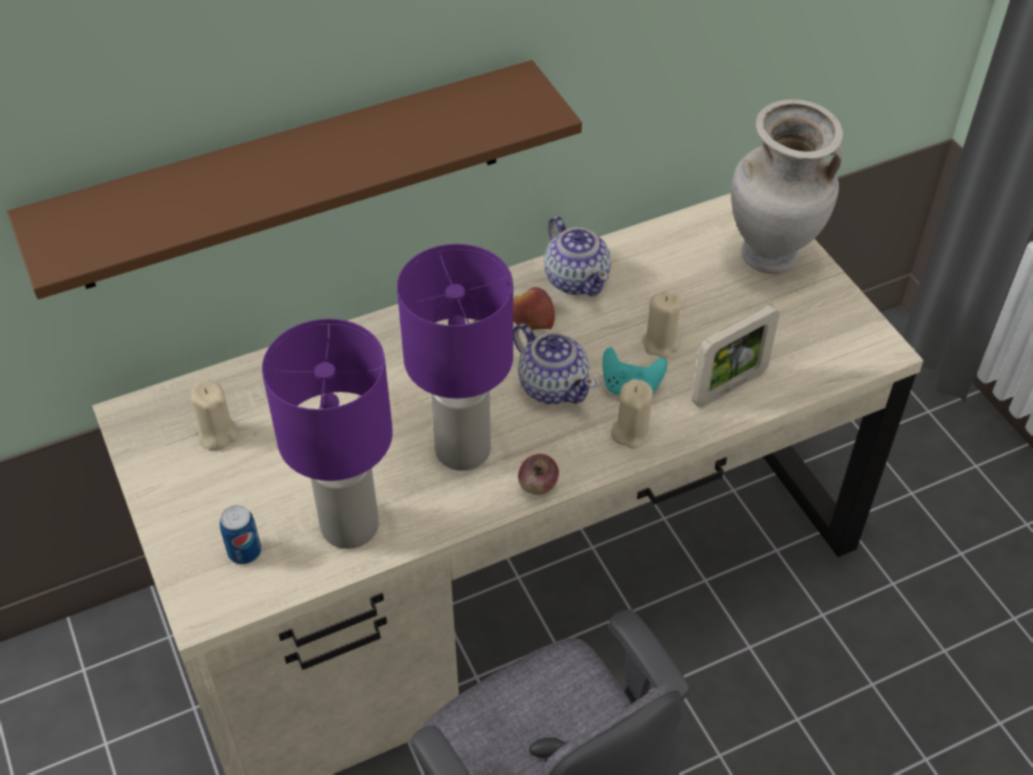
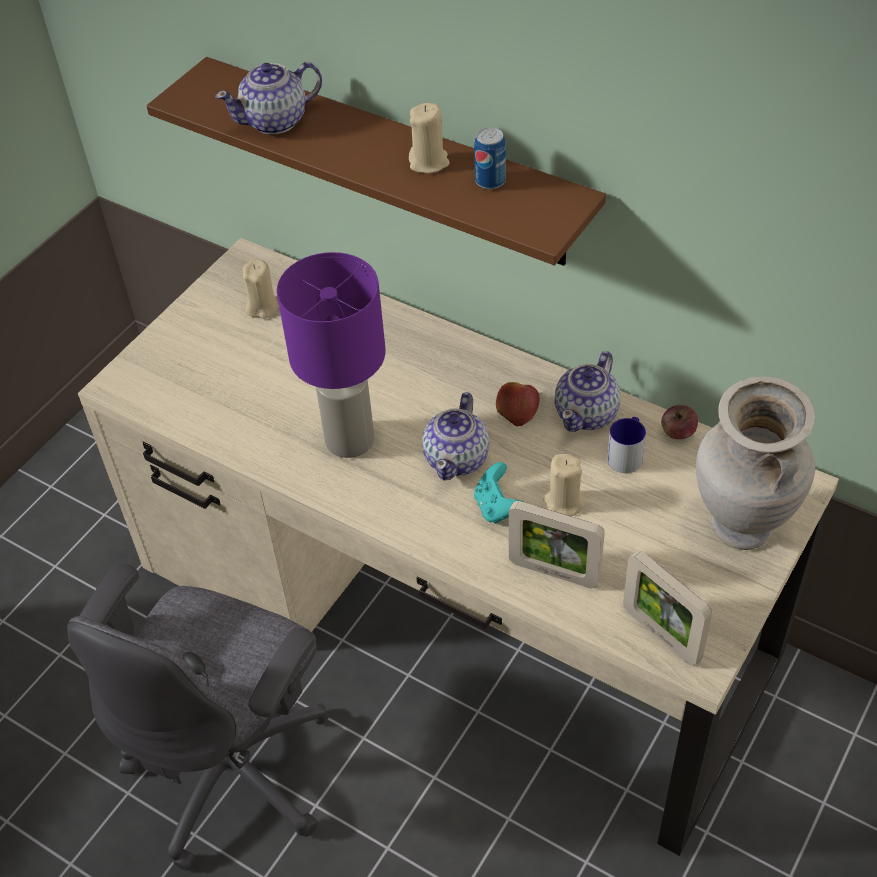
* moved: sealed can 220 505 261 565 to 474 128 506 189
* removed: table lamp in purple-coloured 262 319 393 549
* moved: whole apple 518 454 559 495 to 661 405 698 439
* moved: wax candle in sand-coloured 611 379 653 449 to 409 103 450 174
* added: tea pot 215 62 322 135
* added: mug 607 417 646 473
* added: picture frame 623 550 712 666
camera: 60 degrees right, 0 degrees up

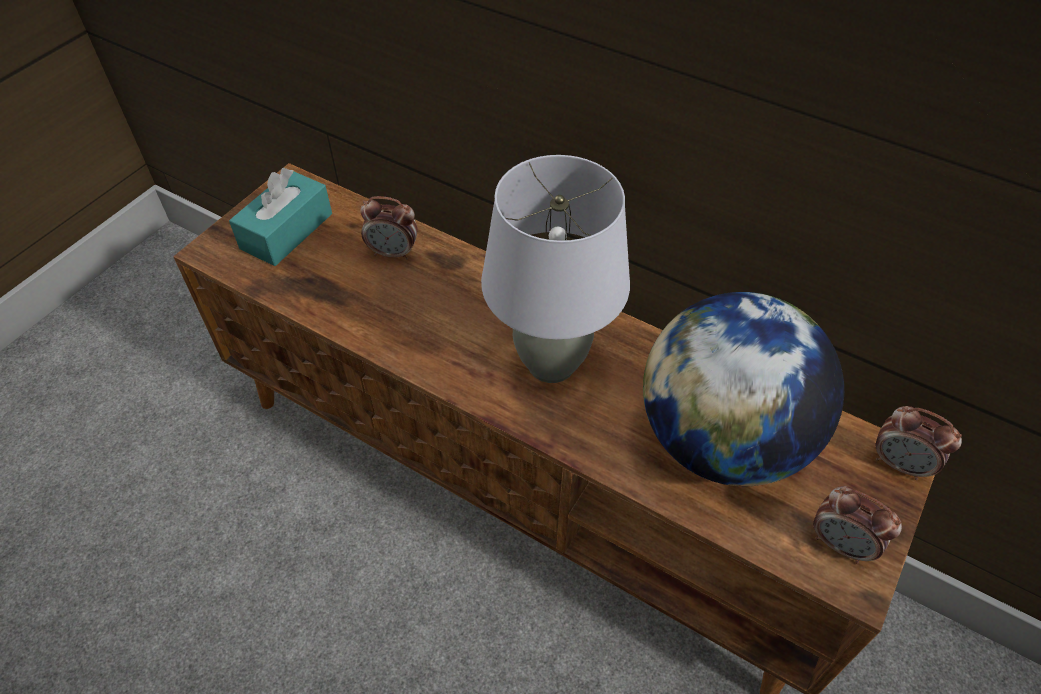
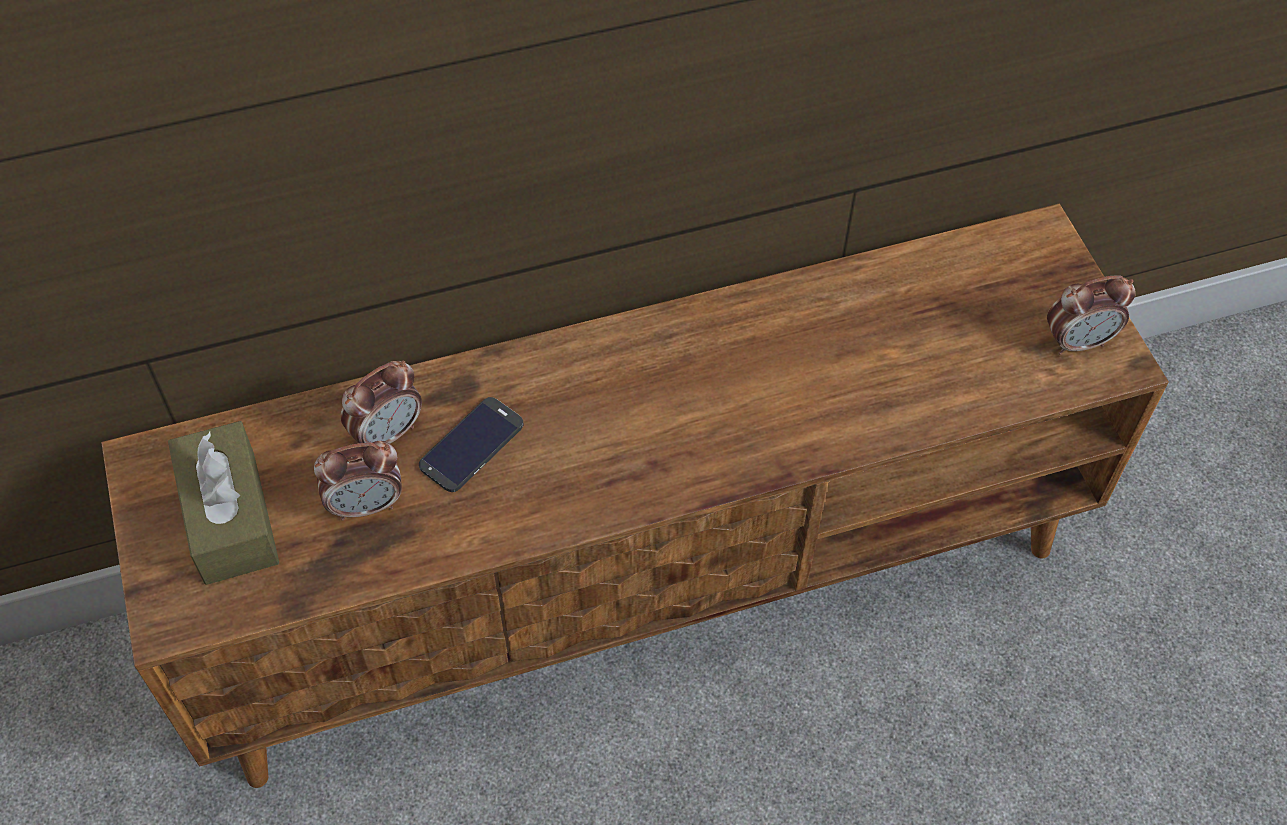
* recoloured: tissue holder in turquoise-coloured 229 168 332 266 to tissue holder in brown-coloured 168 421 279 585
* removed: table lamp in gray 481 155 630 383
* removed: globe 643 292 844 486
* moved: bedside clock 876 406 962 480 to 314 441 402 521
* added: telephone 419 397 524 492
camera: 50 degrees left, 5 degrees up

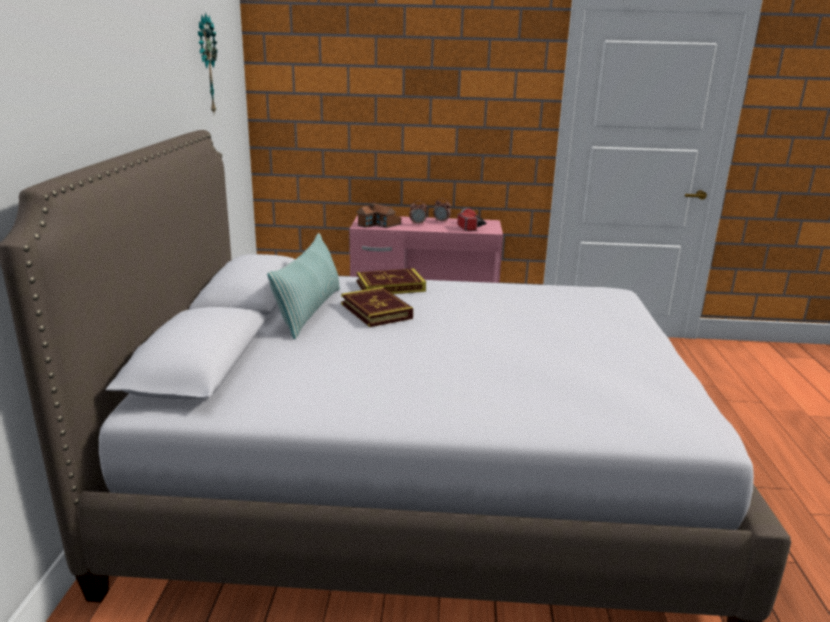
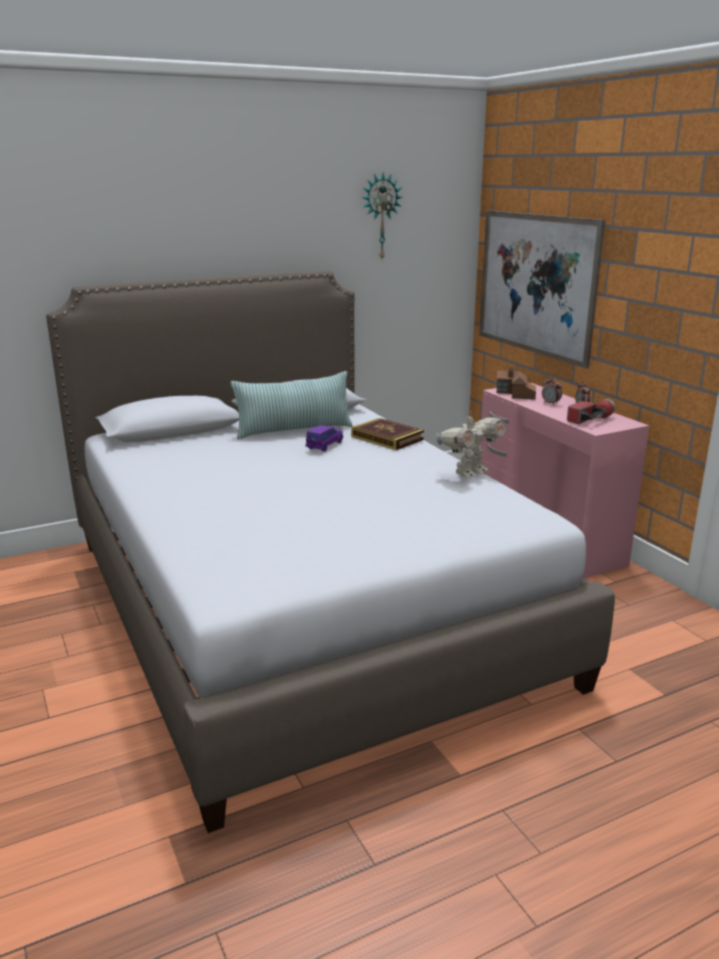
* replaced: bound book 341 287 413 327 to miniature car in purple-coloured 306 425 343 452
* added: robot figure 436 411 506 478
* added: wall art 479 210 605 368
camera: 60 degrees right, 0 degrees up

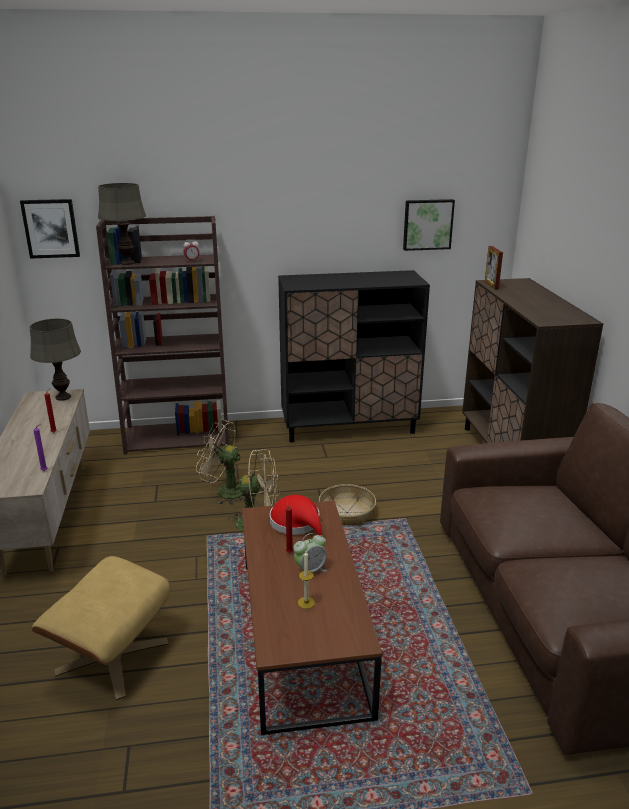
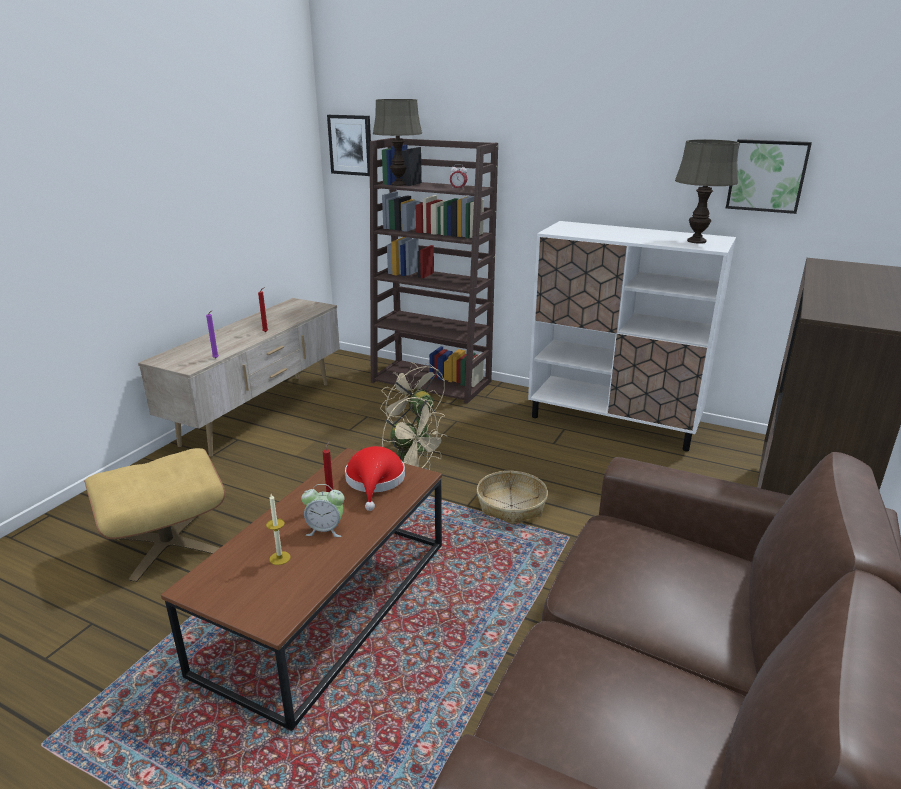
* moved: table lamp in gray 30 318 81 401 to 675 140 739 244
* recoloured: storage cabinet in black-coloured 278 270 430 442 to storage cabinet in white 528 221 736 451
* removed: picture frame 485 246 503 290
camera: 35 degrees right, 0 degrees up

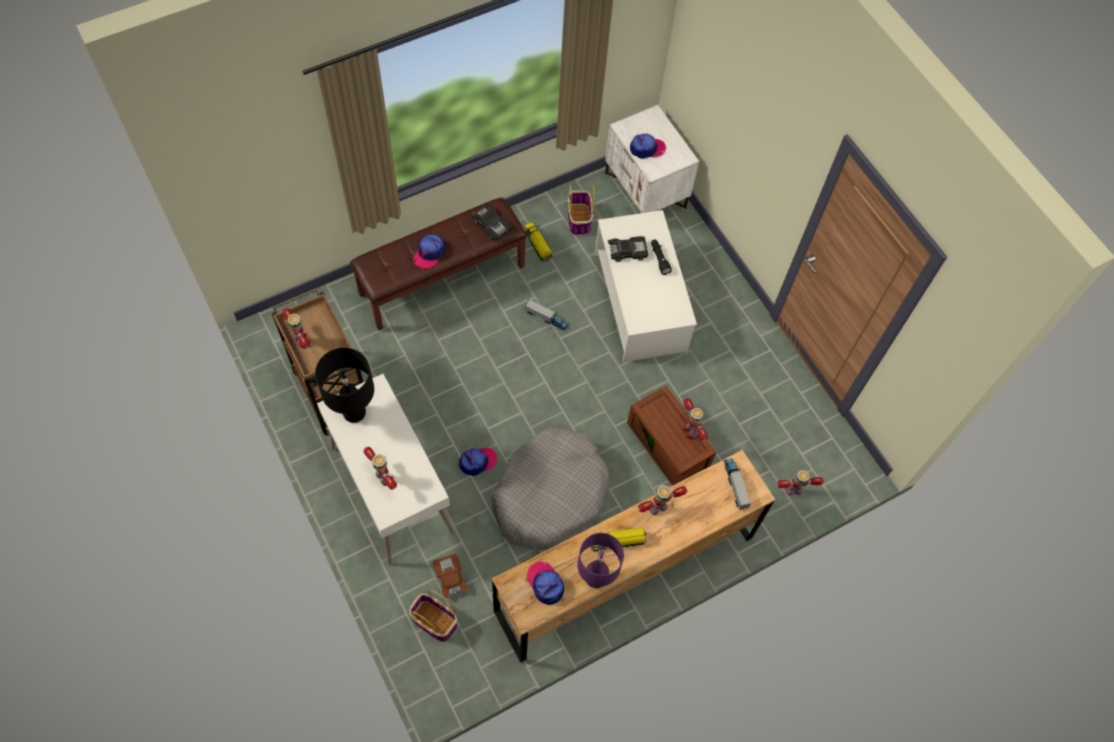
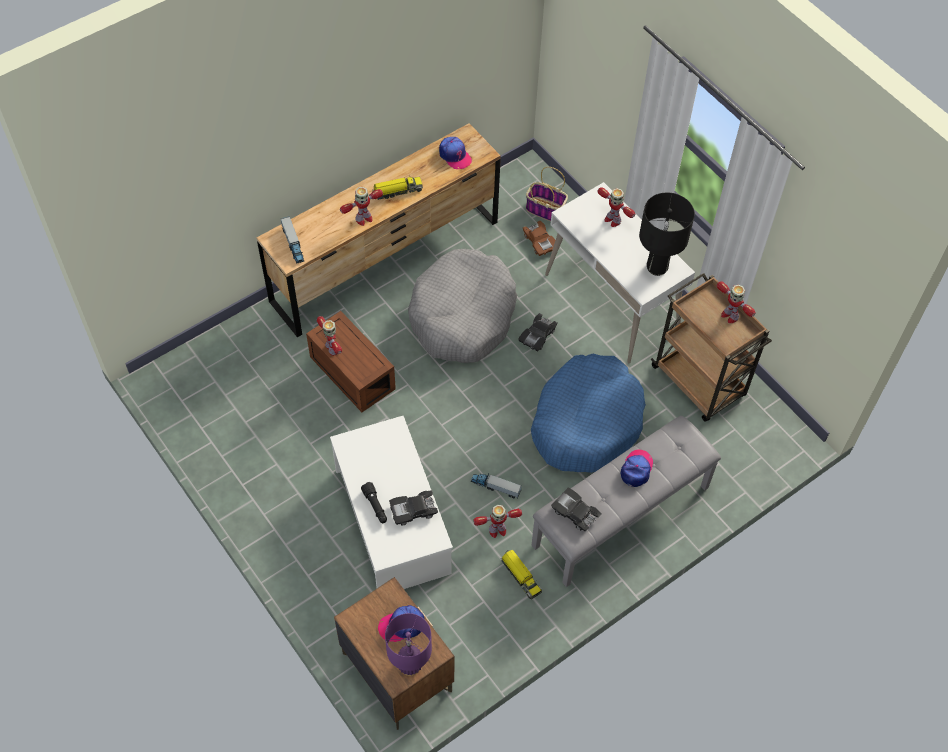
* recoloured: indoor bench in brown-coloured 350 198 527 330 to indoor bench in gray 532 416 721 587
* replaced: peaked cap 459 448 497 476 to miniature car in black-coloured 518 313 558 351
* removed: storage basket 568 184 595 235
* moved: table lamp in purple-coloured 577 533 624 588 to 385 613 432 676
* recoloured: night table in white 605 105 699 213 to night table in brown-coloured 334 577 455 730
* moved: robot figure 777 470 824 495 to 473 505 522 538
* added: dog bed in bluish 531 354 646 473
camera: 175 degrees right, 5 degrees down

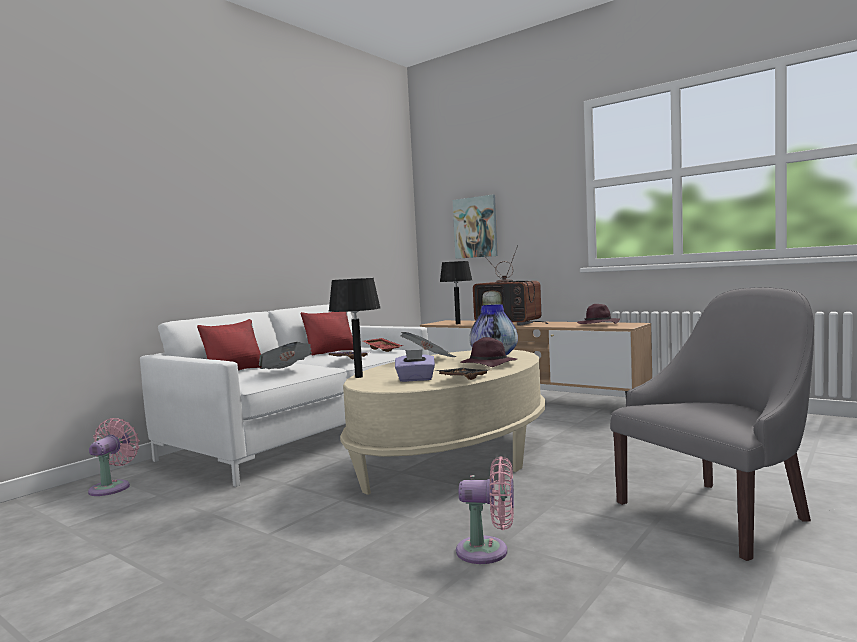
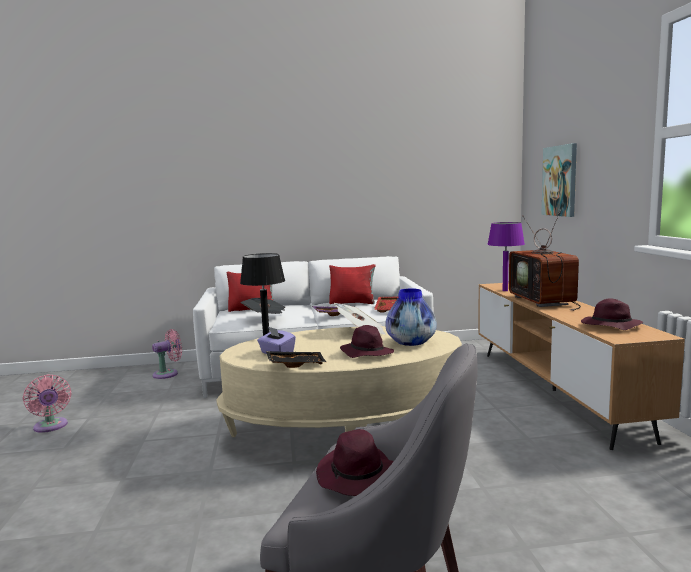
* recoloured: table lamp in black-coloured 440 261 472 324 to table lamp in purple-coloured 487 222 525 291
* moved: electric fan in pink-coloured 456 456 514 564 to 23 374 72 433
* added: hat in purple-coloured 316 429 394 496
camera: 45 degrees right, 5 degrees up

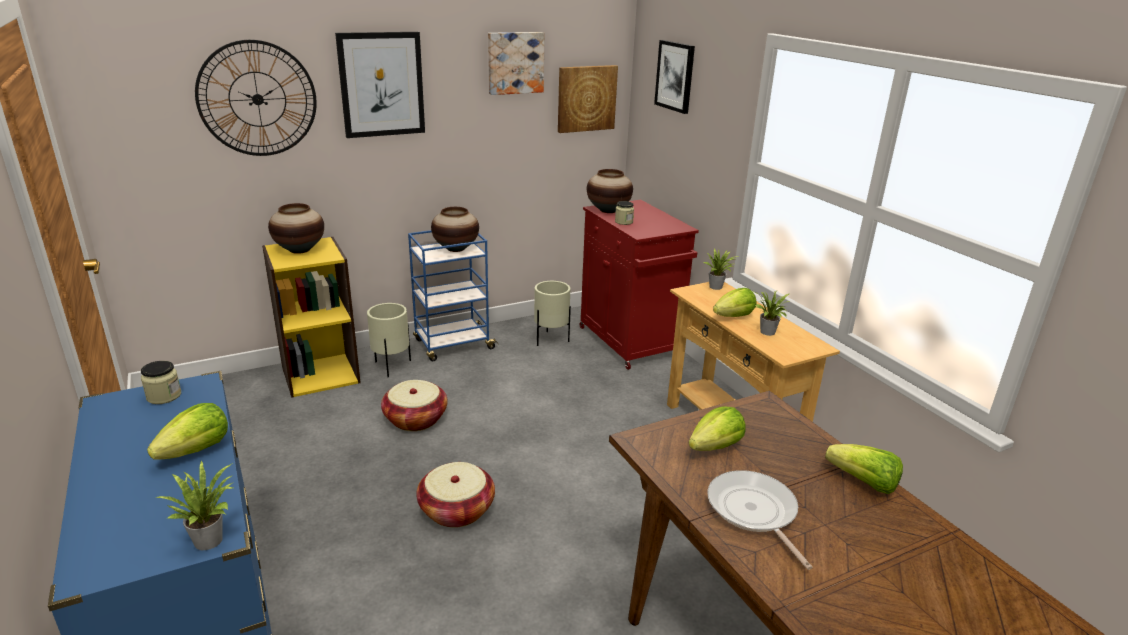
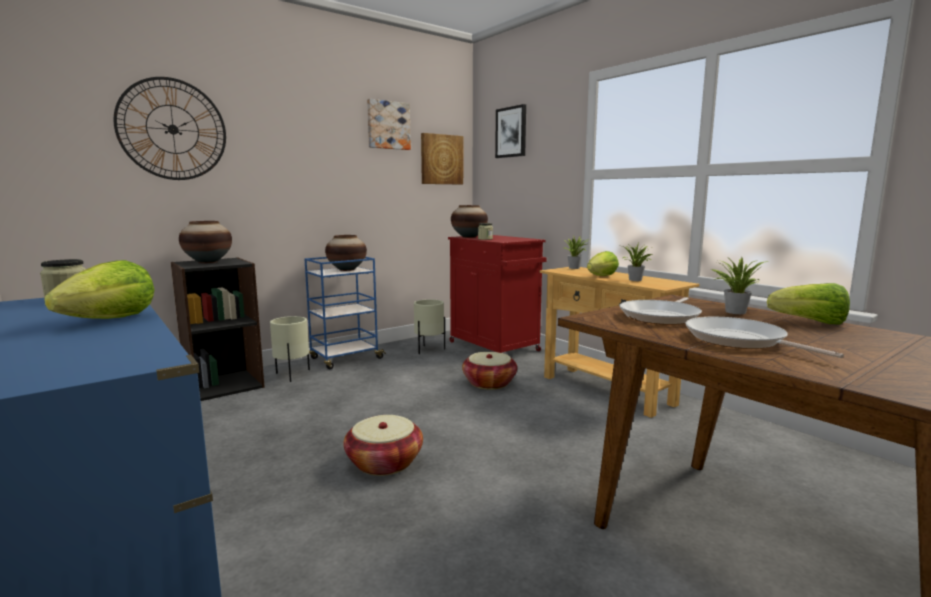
* moved: houseplant 155 460 233 550 to 711 257 770 314
* recoloured: bookcase in yellow-coloured 262 237 361 398 to bookcase in black-coloured 171 257 265 401
* removed: wall art 335 32 425 138
* moved: storage basket 381 380 448 431 to 462 352 517 390
* replaced: lettuce head 689 406 746 451 to pan 619 297 702 325
camera: 10 degrees left, 15 degrees down

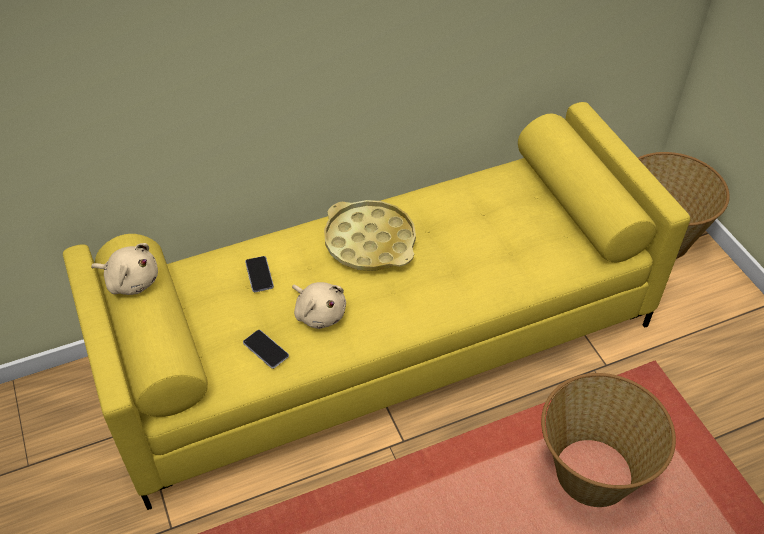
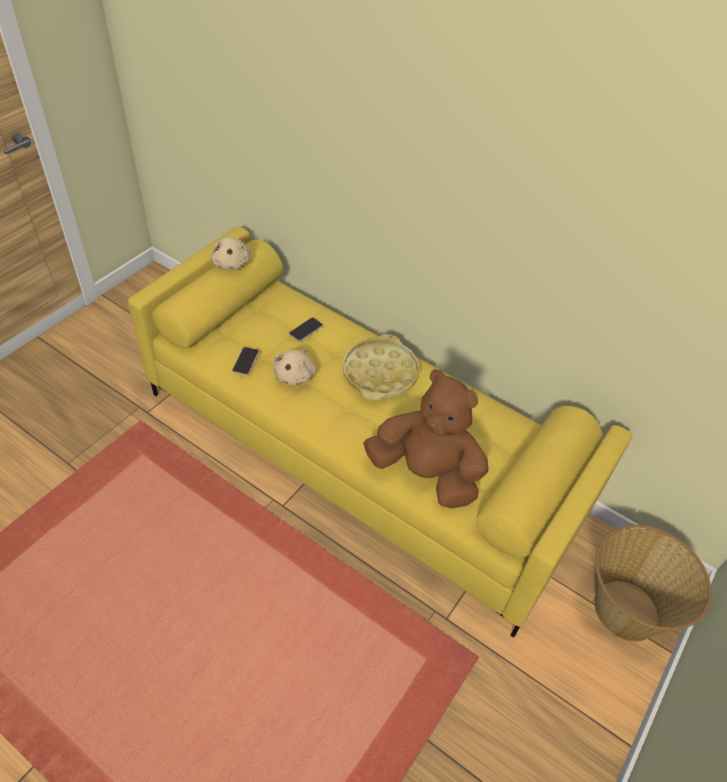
* removed: storage basket 541 373 676 507
* added: soft toy in brown-coloured 363 369 489 508
camera: 55 degrees right, 0 degrees up

